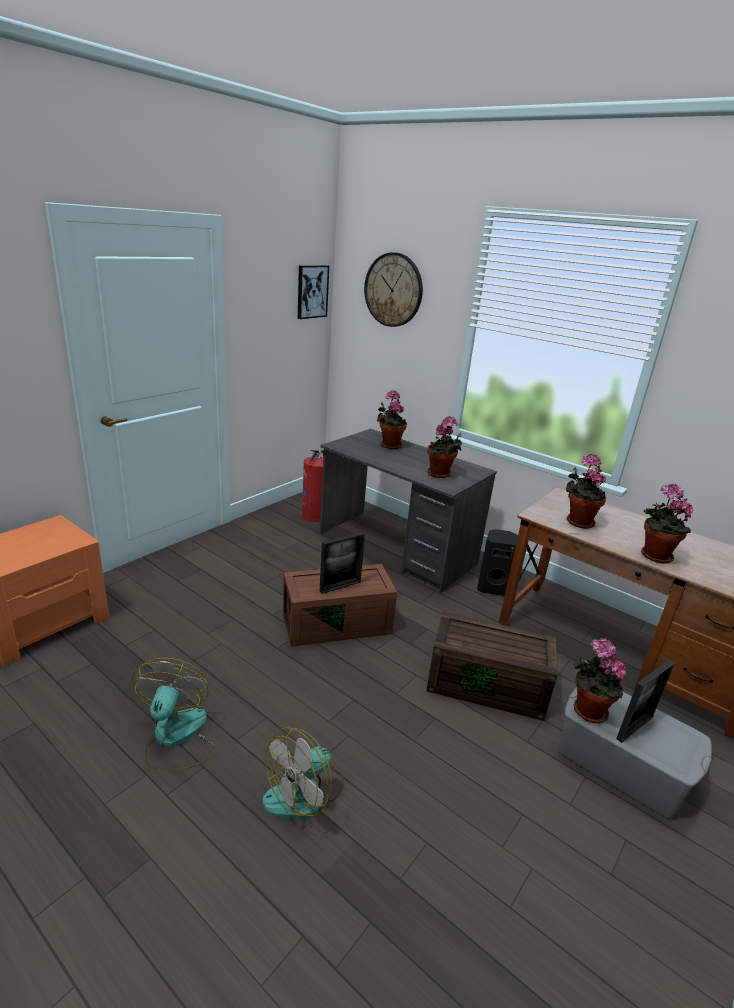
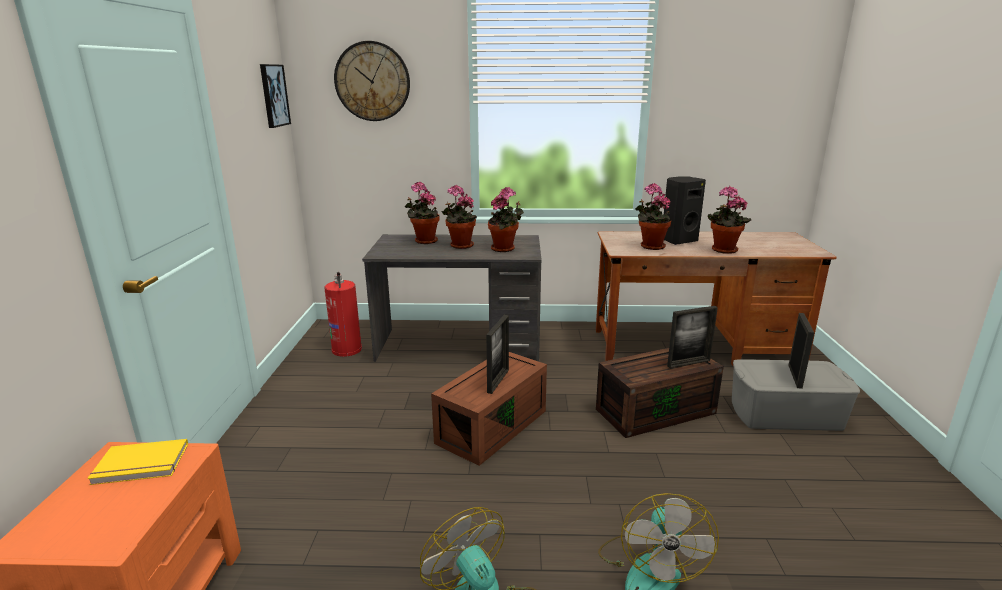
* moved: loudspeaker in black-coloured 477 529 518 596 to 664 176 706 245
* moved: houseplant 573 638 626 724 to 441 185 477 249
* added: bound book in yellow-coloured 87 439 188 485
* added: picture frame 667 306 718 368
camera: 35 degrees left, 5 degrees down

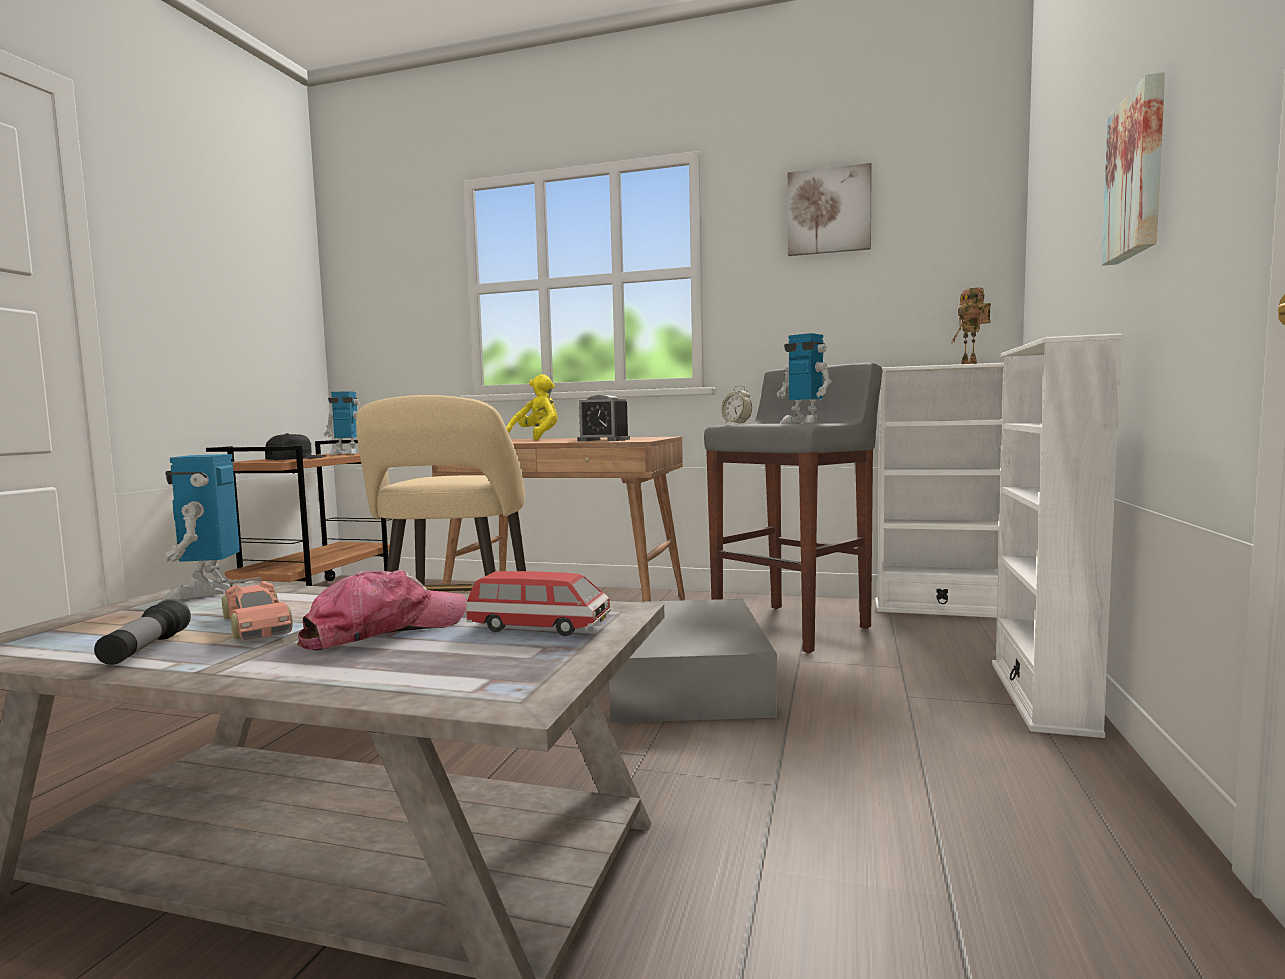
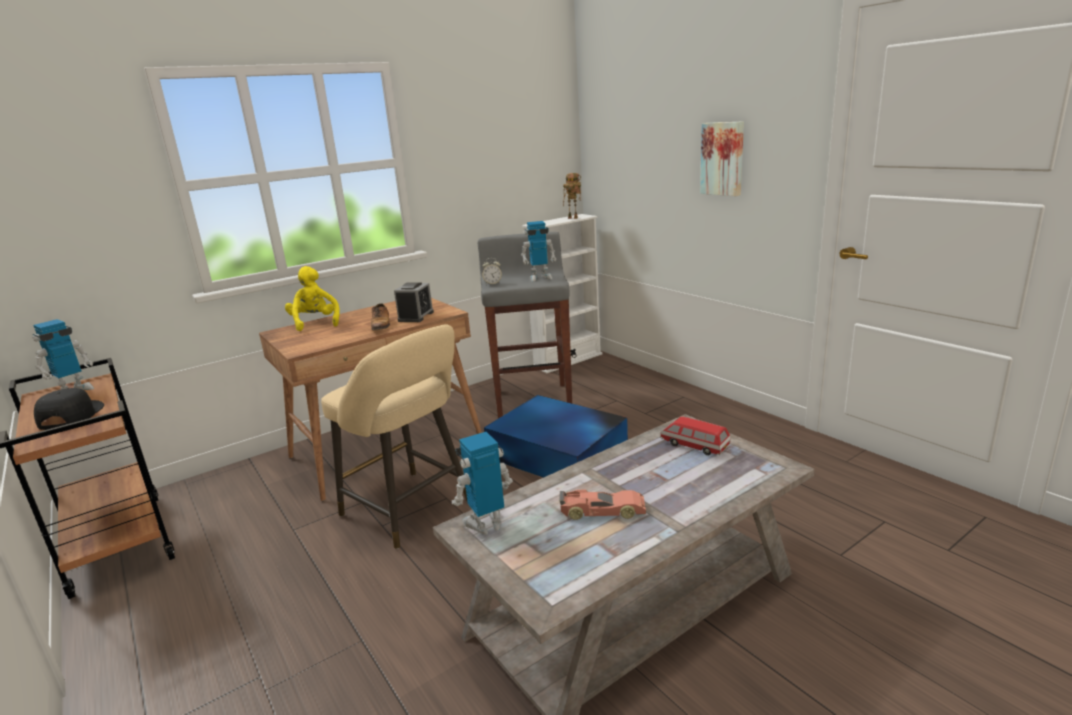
* removed: hand torch 94 599 191 665
* turned: robot figure 162 454 240 600 = 452 432 513 535 120 degrees clockwise
* removed: peaked cap 297 570 467 651
* turned: miniature car 466 571 611 637 = 660 416 730 455 105 degrees counterclockwise
* turned: bedside clock 577 395 630 441 = 394 282 434 322 45 degrees counterclockwise
* recoloured: storage box in gray 609 599 777 723 to storage box in bluish 484 395 628 478
* removed: wall art 788 163 872 256
* removed: bookcase in white 992 333 1124 738
* added: low shoe 371 303 390 330
camera: 50 degrees left, 15 degrees up

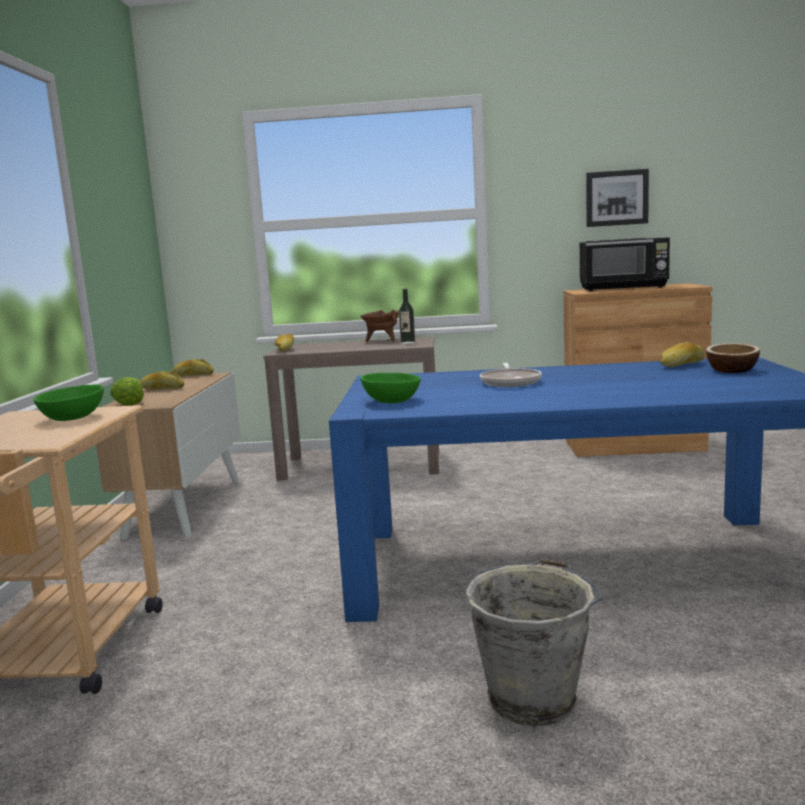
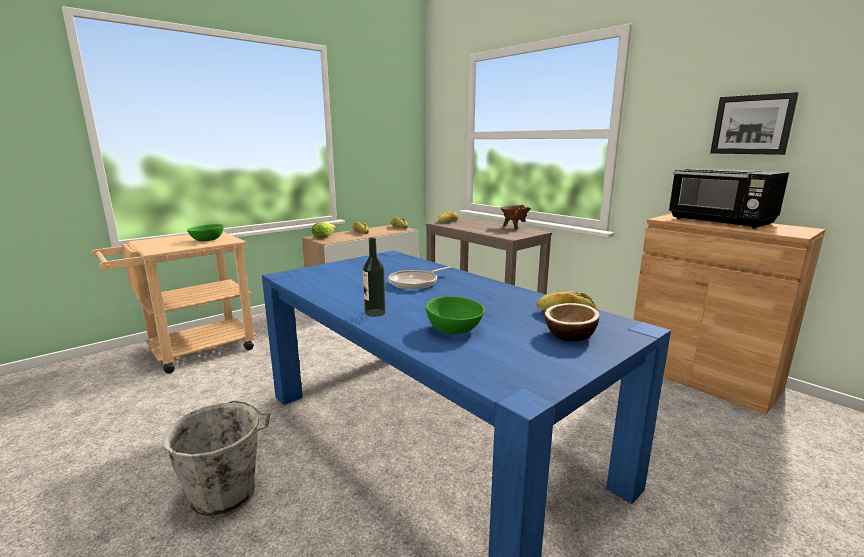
* moved: deep dish in greenish 360 373 421 403 to 426 296 485 334
* moved: beverage bottle 399 289 415 344 to 363 237 386 317
camera: 45 degrees right, 5 degrees up

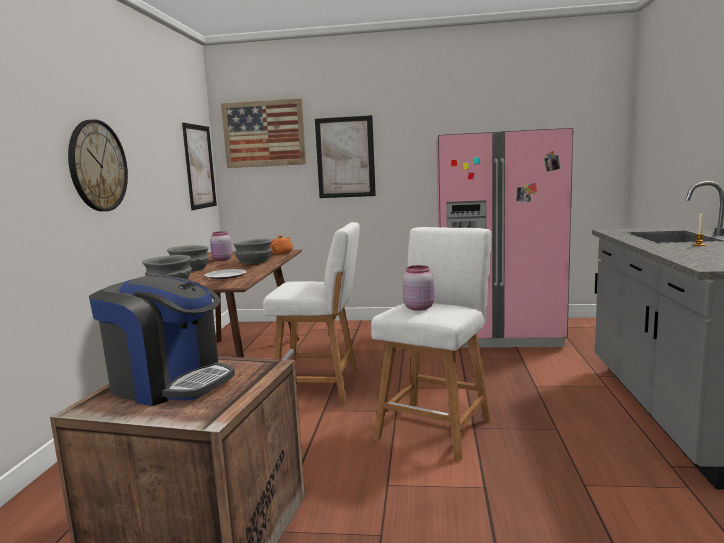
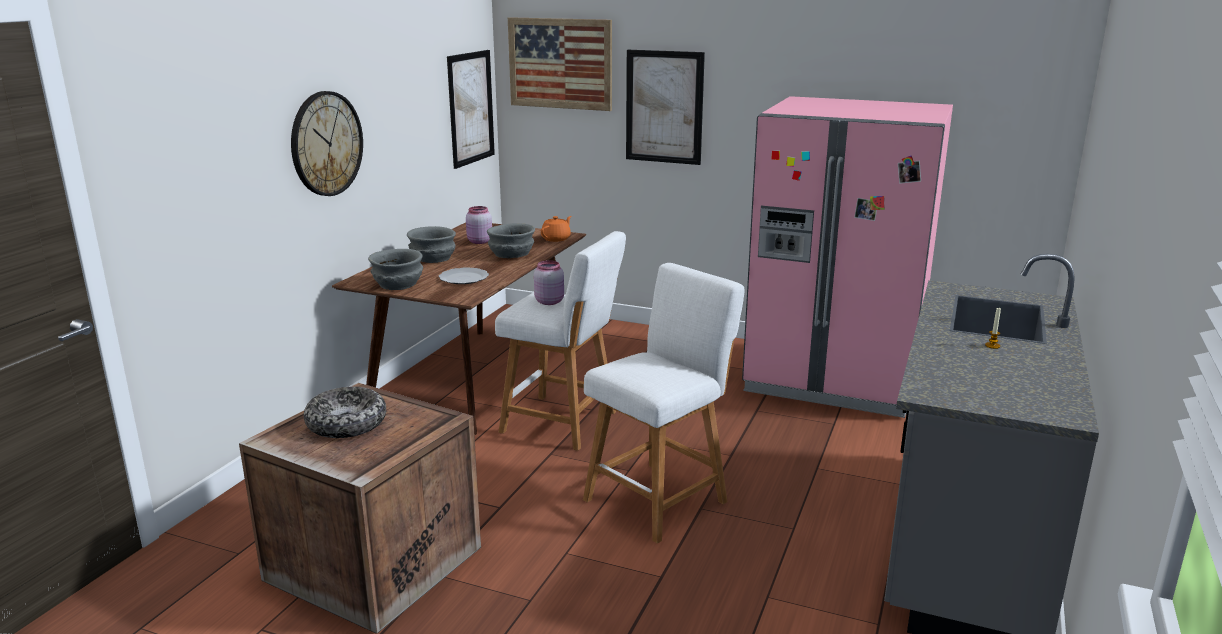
* replaced: coffee machine 89 276 235 406 to deep dish 304 387 386 438
* moved: storage jar in pink-coloured 402 265 434 311 to 534 260 564 305
camera: 15 degrees right, 10 degrees up

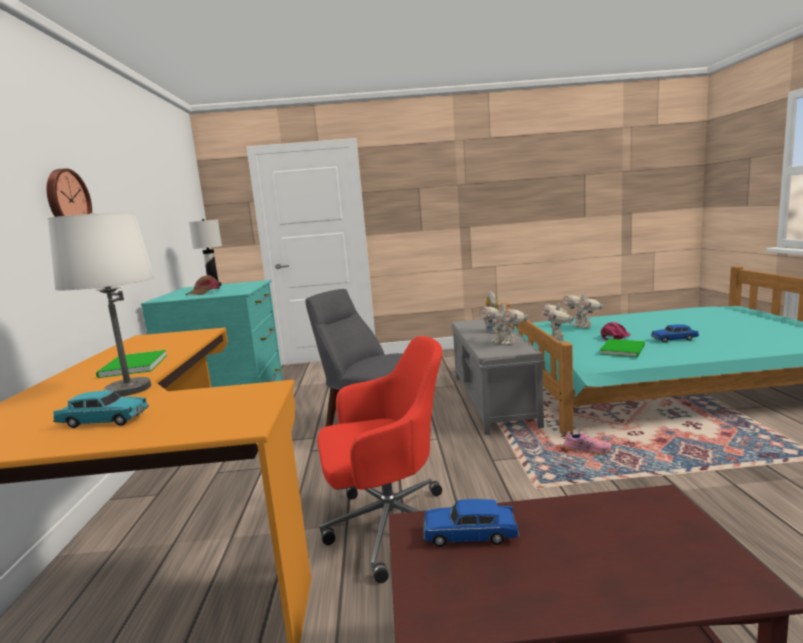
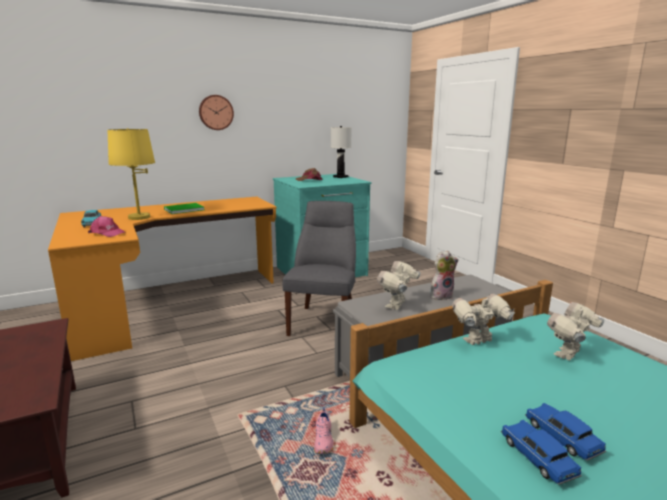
* recoloured: table lamp in white 48 212 155 397 to table lamp in yellow-coloured 107 128 155 220
* removed: desk chair in reddish 317 336 442 583
* moved: miniature car in bluish 423 499 520 547 to 501 420 582 485
* removed: bound book in greenish 600 339 645 357
* moved: peaked cap in pink-coloured 601 322 631 340 to 88 216 125 237
camera: 65 degrees right, 5 degrees up

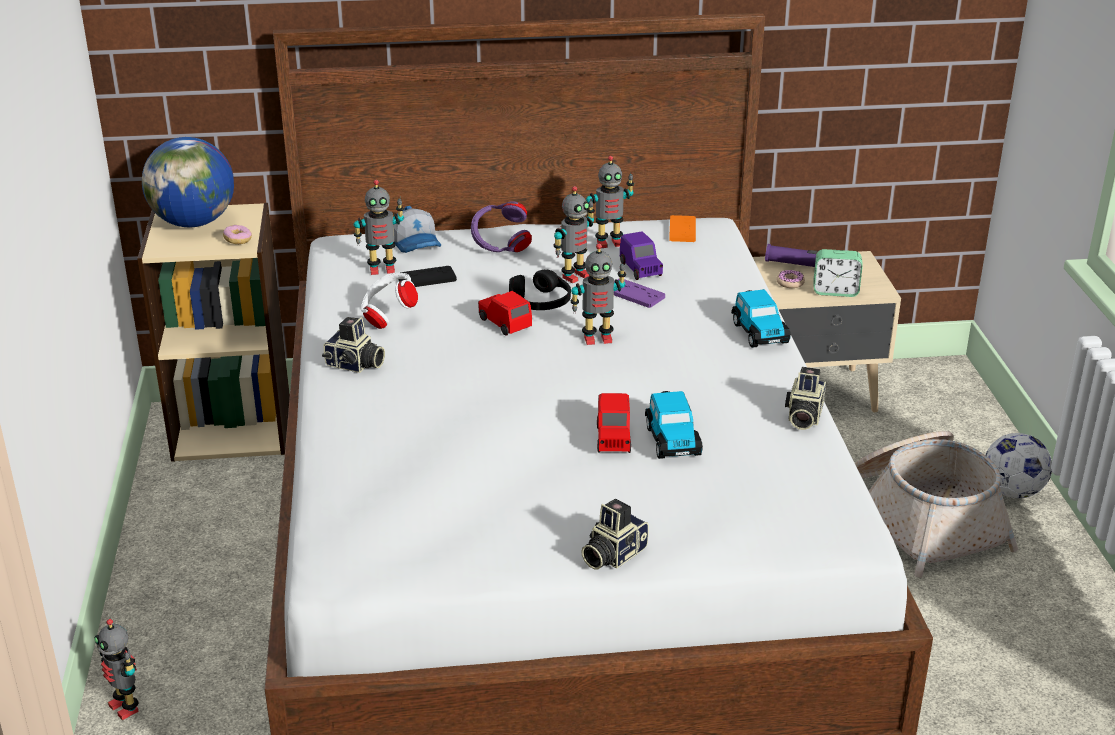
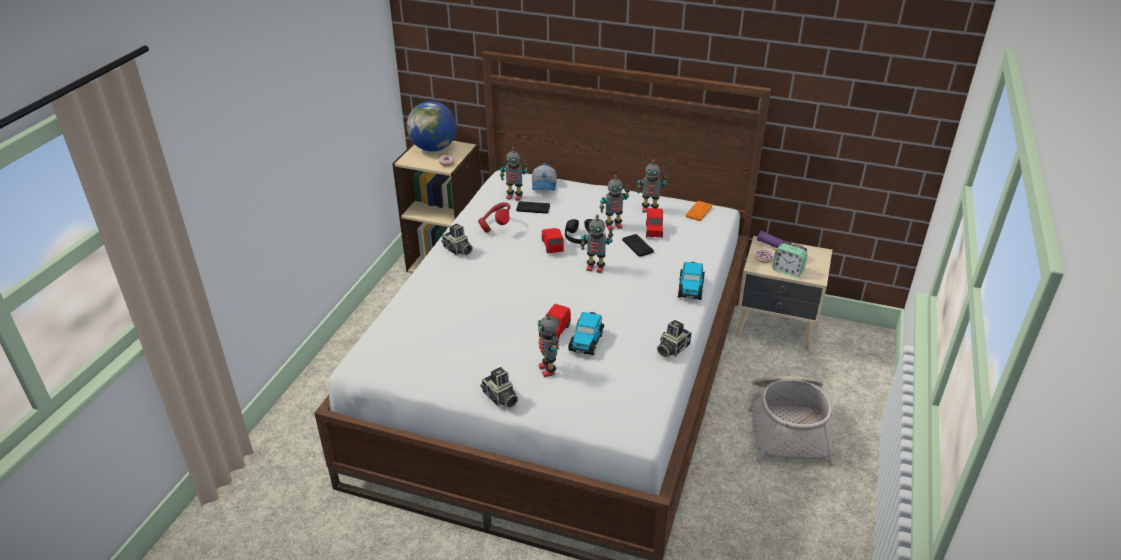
* moved: robot figure 94 619 139 720 to 538 312 559 377
* recoloured: headphones in white 361 273 418 329 to headphones in reddish 478 202 511 233
* removed: headphones in purple-coloured 471 201 532 252
* turned: still camera 581 499 649 570 = 480 367 518 408 105 degrees counterclockwise
* recoloured: joypad in purple-coloured 614 279 665 308 to joypad in black-coloured 622 234 654 257
* recoloured: miniature car in purple-coloured 620 231 663 280 to miniature car in reddish 646 208 663 238
* removed: ball for football 985 433 1052 498
camera: 25 degrees right, 5 degrees up

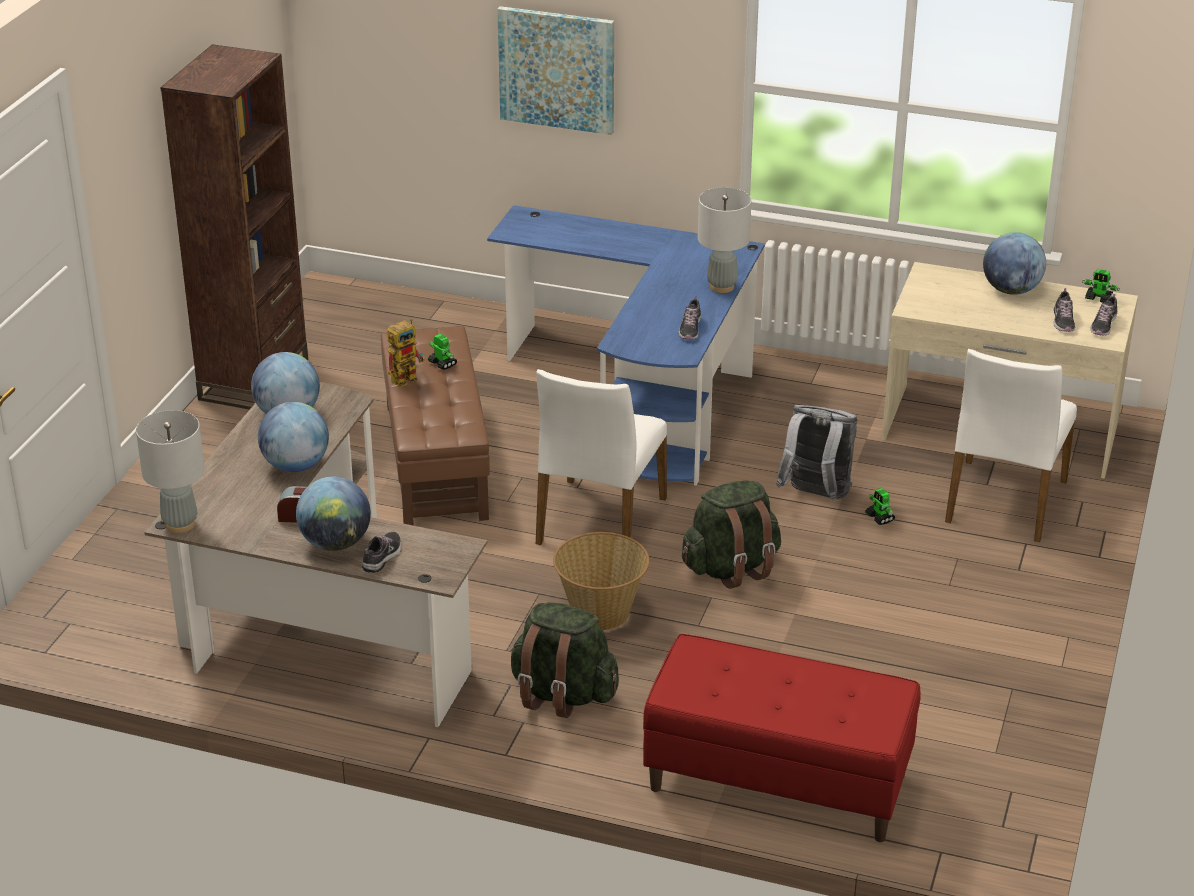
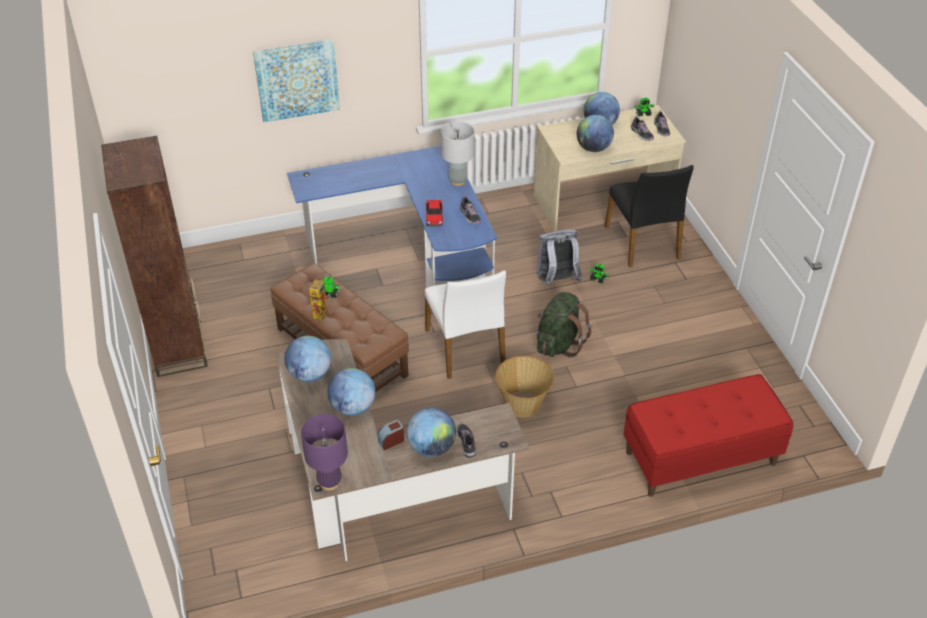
* recoloured: table lamp in gray 136 410 205 533 to table lamp in purple-coloured 301 414 348 491
* removed: rucksack in greenish 510 602 619 718
* recoloured: plain chair in white 945 349 1077 542 to plain chair in black-coloured 605 165 694 267
* added: miniature car 426 200 443 226
* added: globe 577 115 614 152
camera: 35 degrees left, 10 degrees up

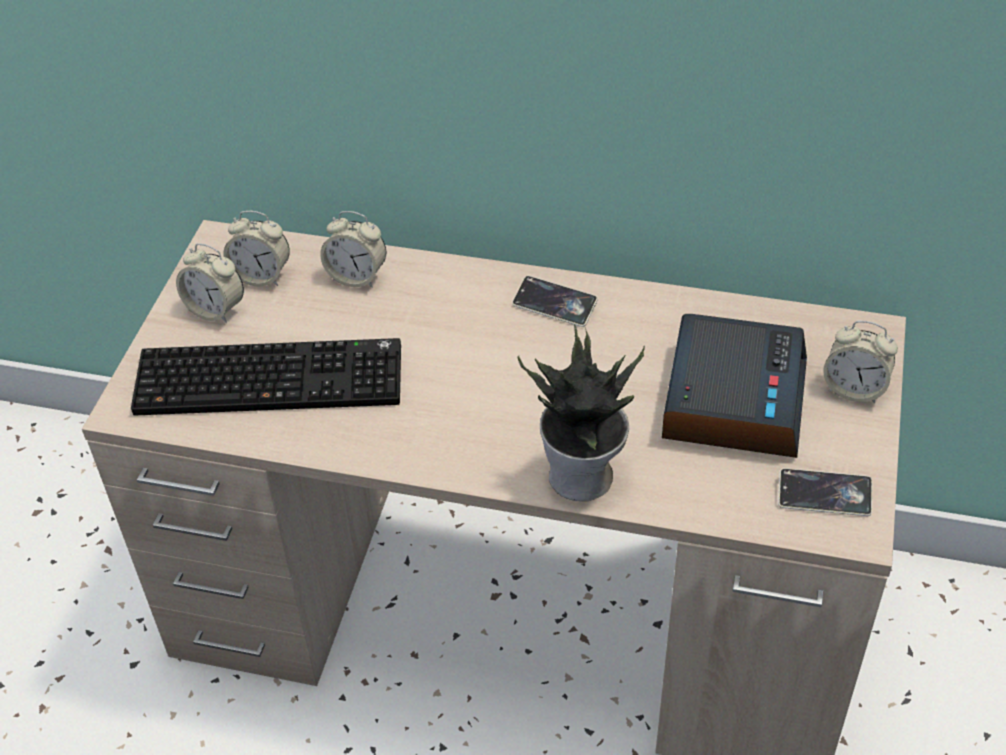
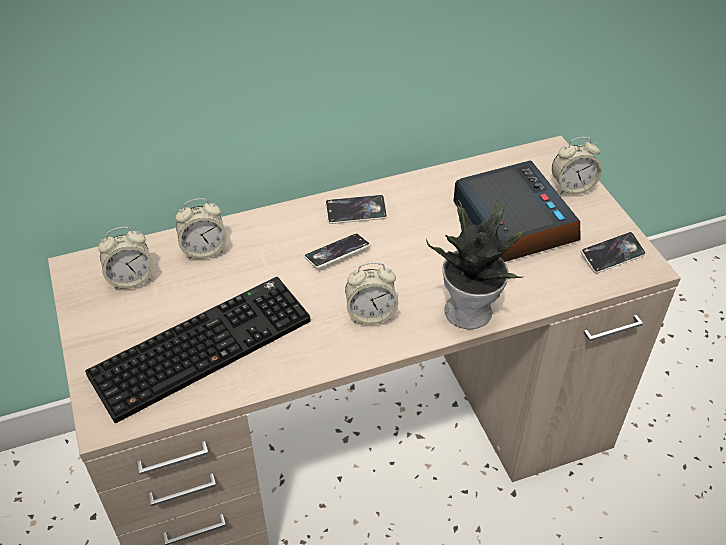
* moved: bedside clock 176 243 244 323 to 345 262 398 325
* added: telephone 304 234 370 268
camera: 35 degrees left, 0 degrees up

